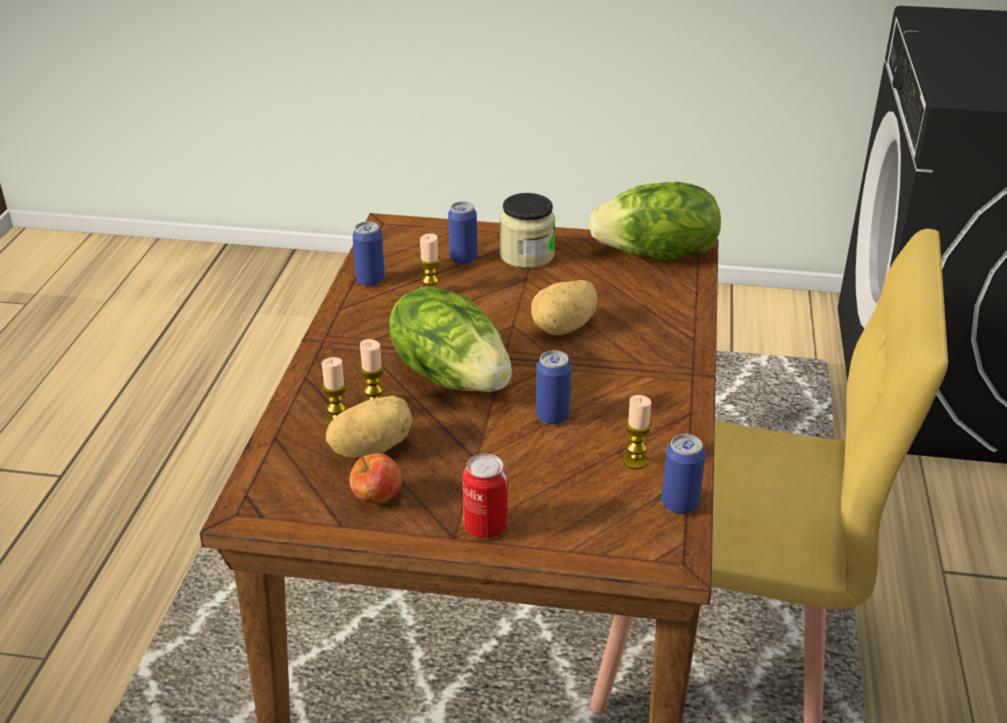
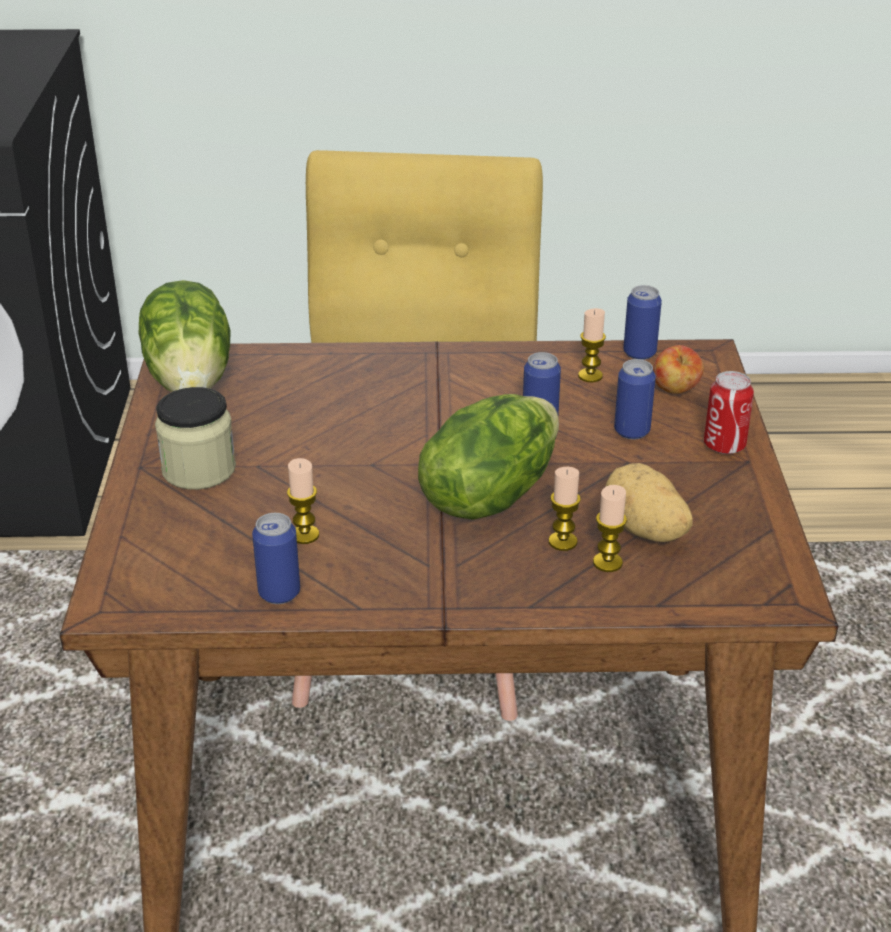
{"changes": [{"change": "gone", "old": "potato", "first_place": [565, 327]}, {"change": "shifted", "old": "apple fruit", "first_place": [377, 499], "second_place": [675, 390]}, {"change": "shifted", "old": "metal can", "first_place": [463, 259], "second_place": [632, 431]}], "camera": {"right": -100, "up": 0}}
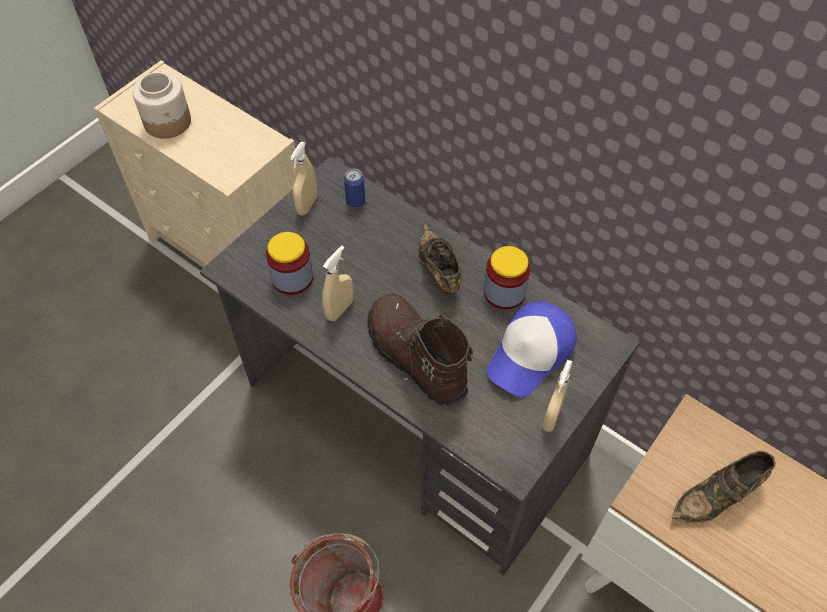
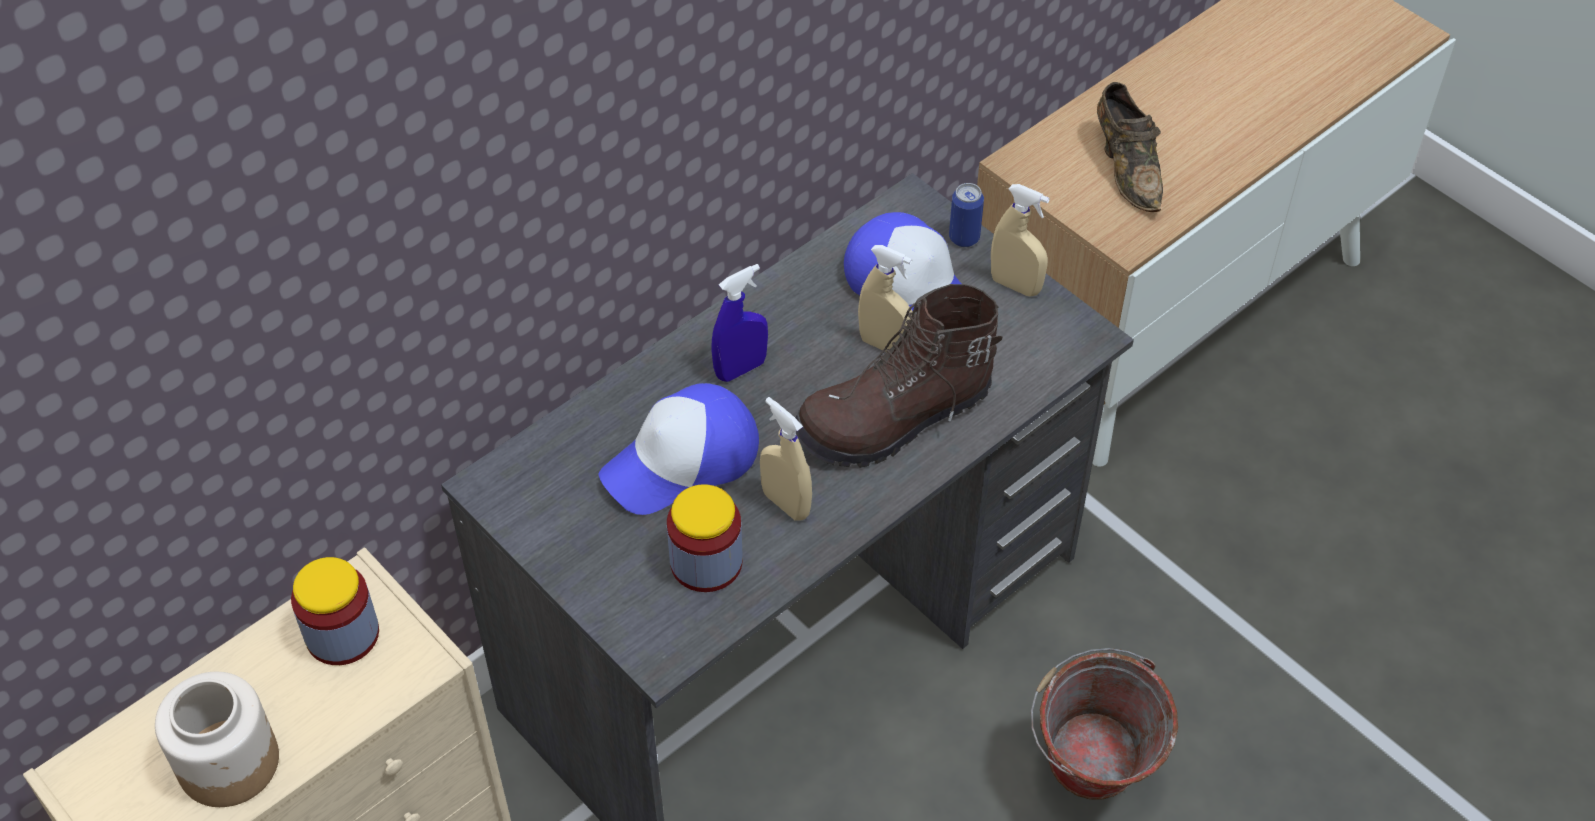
{"changes": [{"change": "new", "new": "peaked cap", "second_place": [682, 461]}, {"change": "shifted", "old": "beige sprayer", "first_place": [307, 205], "second_place": [885, 345]}, {"change": "shifted", "old": "metal can", "first_place": [355, 201], "second_place": [964, 238]}, {"change": "shifted", "old": "jar", "first_place": [504, 292], "second_place": [342, 634]}, {"change": "swapped", "old": "brownish shoe", "new": "bluish sprayer", "first_place": [438, 271], "second_place": [740, 369]}], "camera": {"right": -80, "up": -5}}
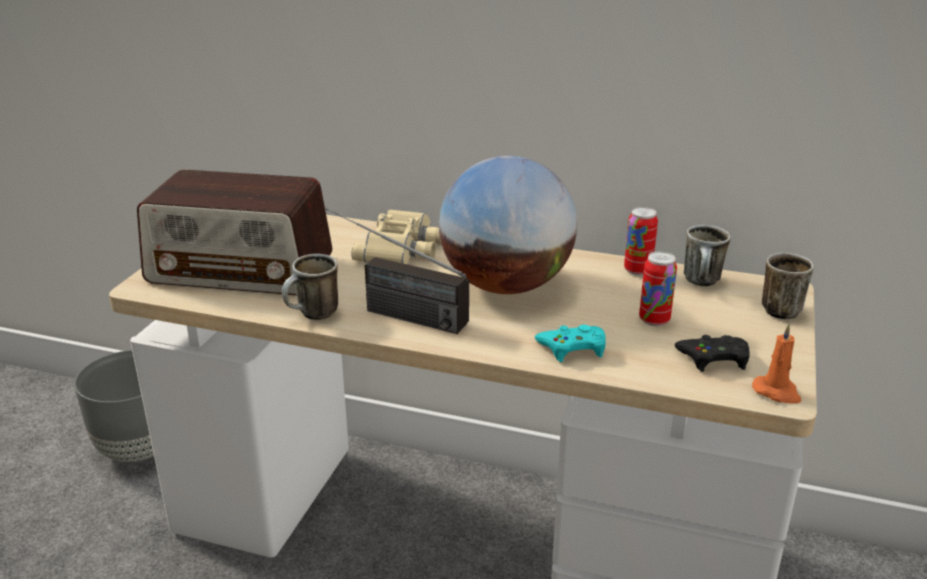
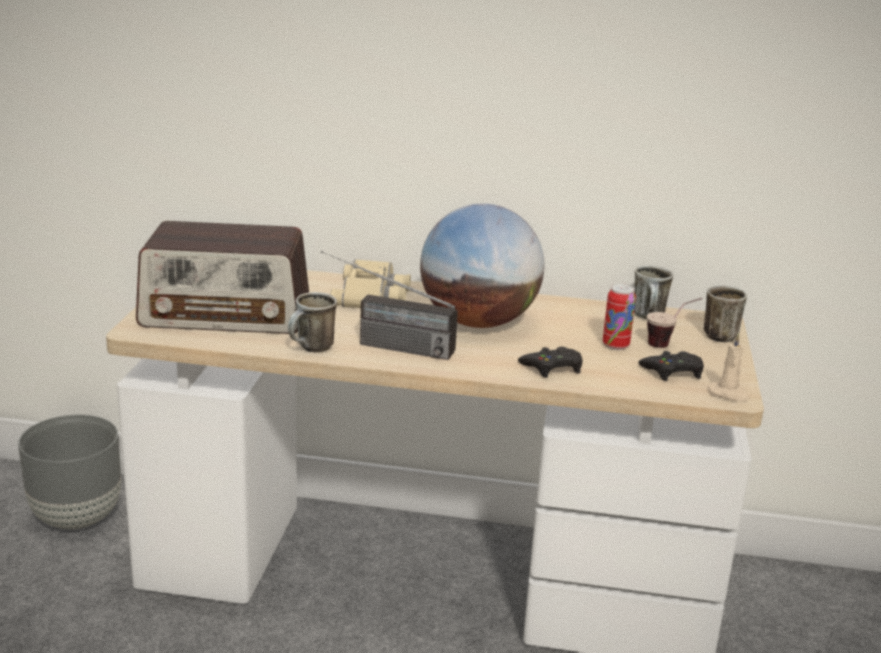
{"changes": [{"change": "gone", "old": "metal can", "first_place": [637, 270]}, {"change": "new", "new": "small cup", "second_place": [669, 344]}, {"change": "repainted", "old": "blue-green game controller", "new": "black game controller", "first_place": [573, 348], "second_place": [552, 368]}, {"change": "repainted", "old": "orange-coloured wax light", "new": "beige wax light", "first_place": [777, 392], "second_place": [729, 394]}], "camera": {"right": -10, "up": -5}}
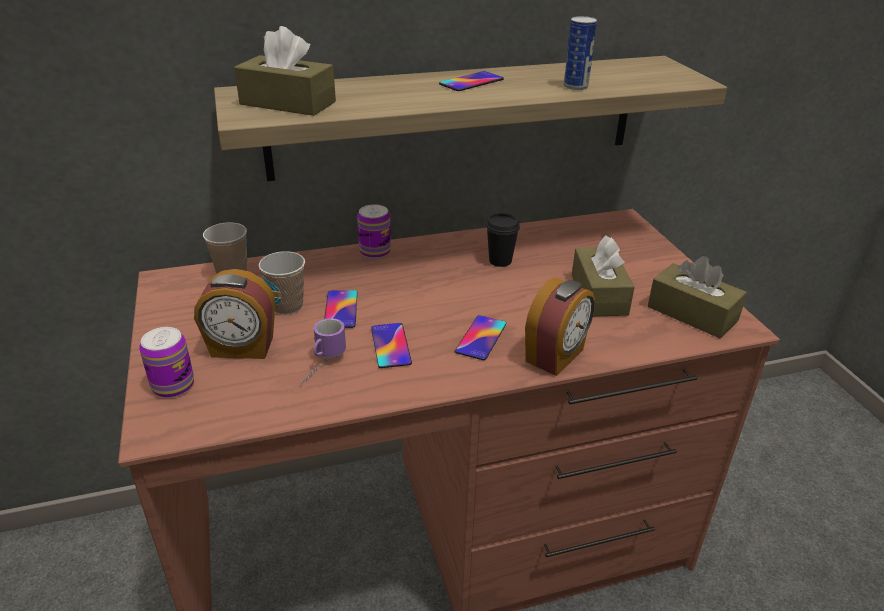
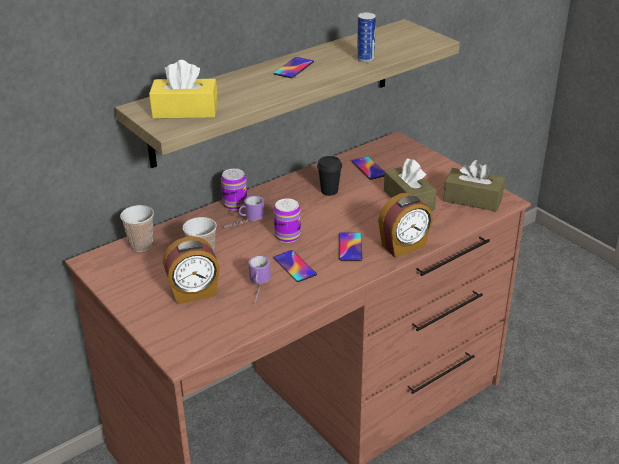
{"changes": [{"change": "new", "new": "mug", "second_place": [244, 223]}, {"change": "shifted", "old": "metal can", "first_place": [173, 385], "second_place": [287, 236]}, {"change": "shifted", "old": "telephone", "first_place": [341, 309], "second_place": [369, 168]}, {"change": "repainted", "old": "brownish box of tissues", "new": "yellowish box of tissues", "first_place": [288, 103], "second_place": [185, 111]}, {"change": "rotated", "old": "alarm clock", "first_place": [556, 356], "second_place": [404, 246], "degrees": 45}], "camera": {"right": -20, "up": 0}}
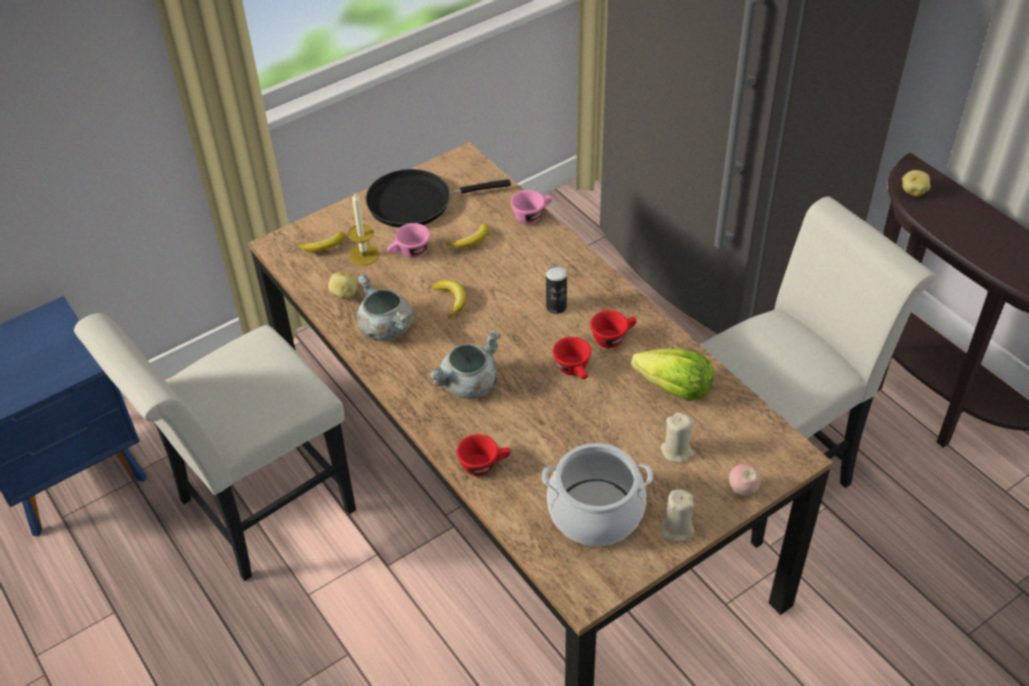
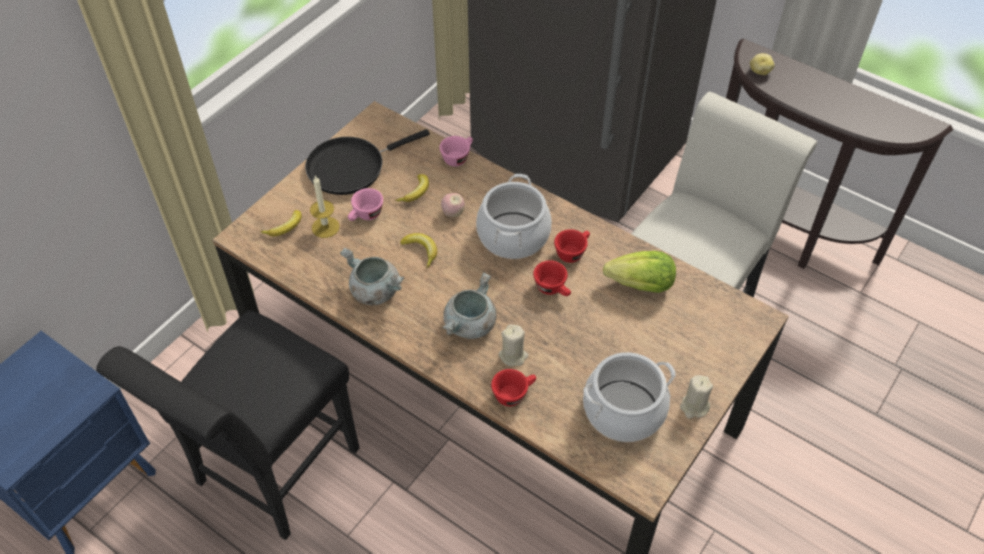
{"changes": [{"change": "gone", "old": "potato", "first_place": [344, 294]}, {"change": "shifted", "old": "beige wax light", "first_place": [677, 451], "second_place": [513, 355]}, {"change": "shifted", "old": "apple fruit", "first_place": [742, 490], "second_place": [453, 213]}, {"change": "swapped", "old": "metal can", "new": "stockpot", "first_place": [556, 307], "second_place": [513, 235]}, {"change": "repainted", "old": "white-coloured upright chair", "new": "black upright chair", "first_place": [255, 512], "second_place": [270, 474]}], "camera": {"right": -20, "up": 5}}
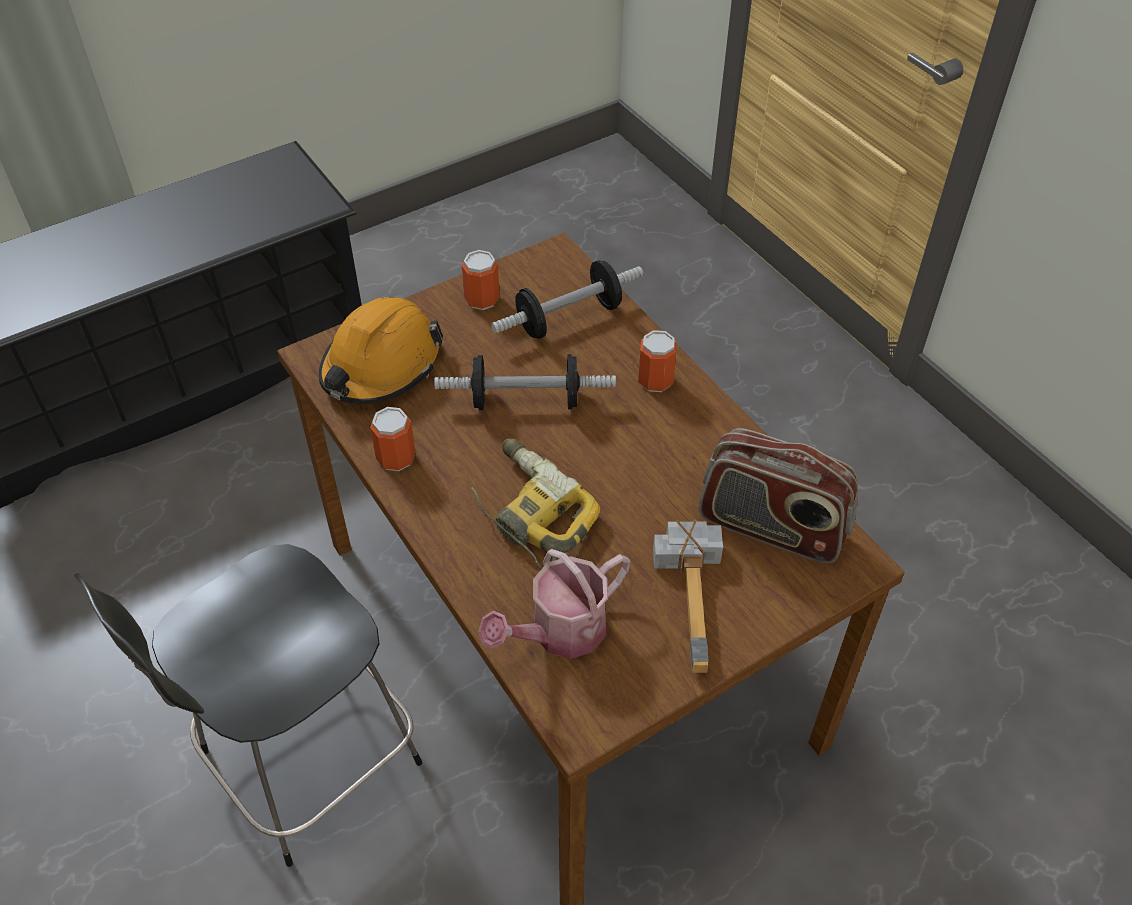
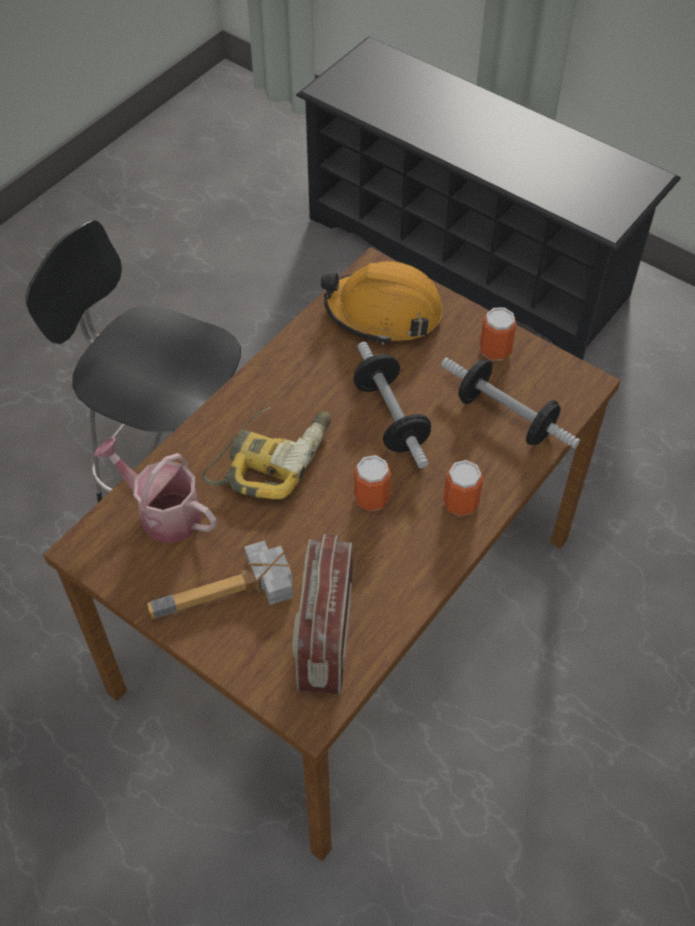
{"changes": [{"change": "shifted", "old": "metal can", "first_place": [396, 458], "second_place": [371, 498]}], "camera": {"right": 70, "up": 5}}
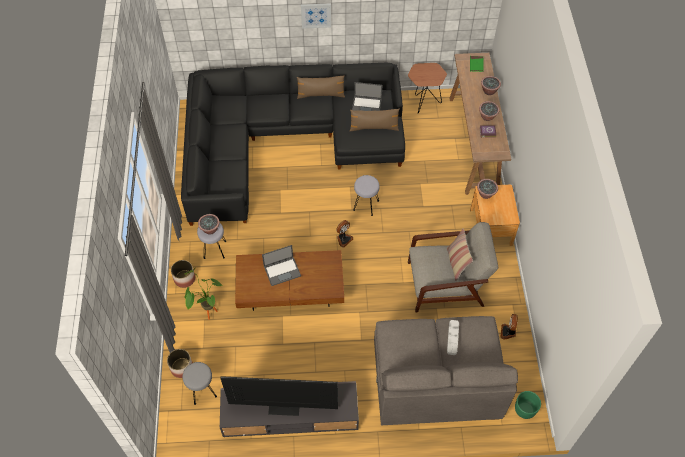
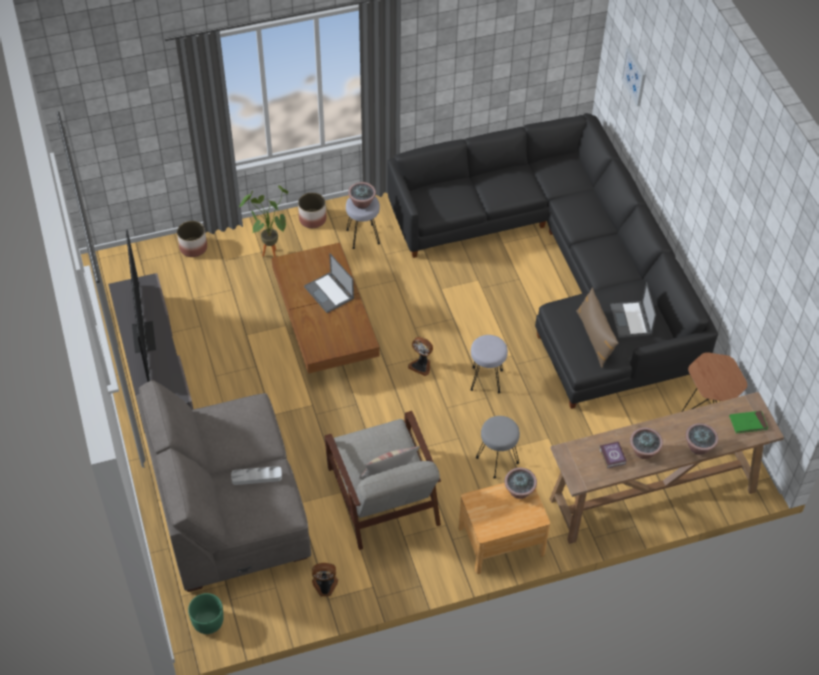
{"changes": [{"change": "gone", "old": "brownish pillow", "first_place": [321, 94]}, {"change": "shifted", "old": "grey stool", "first_place": [202, 390], "second_place": [497, 461]}, {"change": "shifted", "old": "wall art", "first_place": [316, 15], "second_place": [634, 76]}], "camera": {"right": 75, "up": -5}}
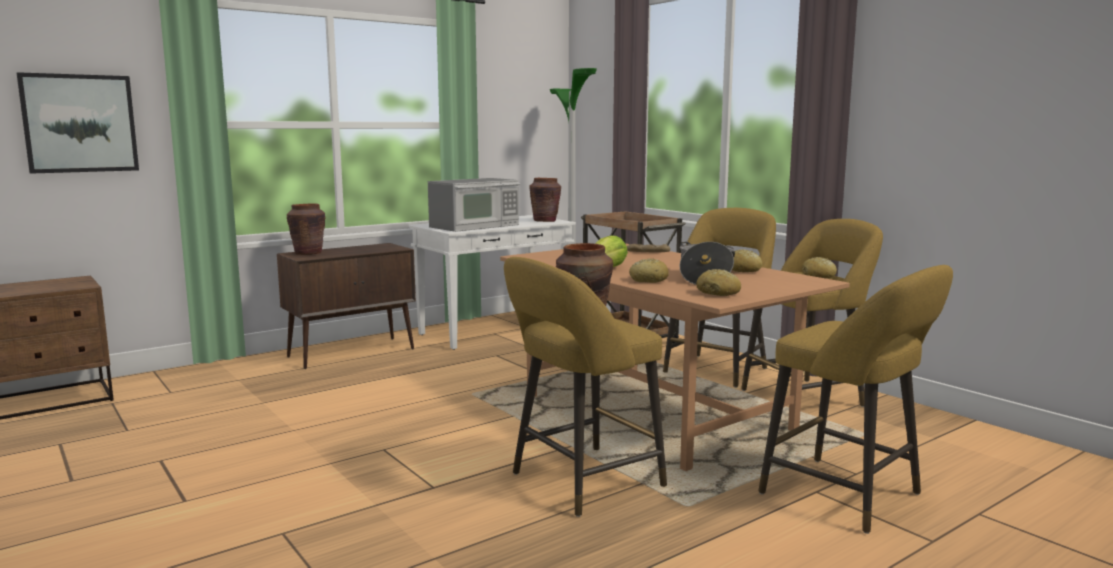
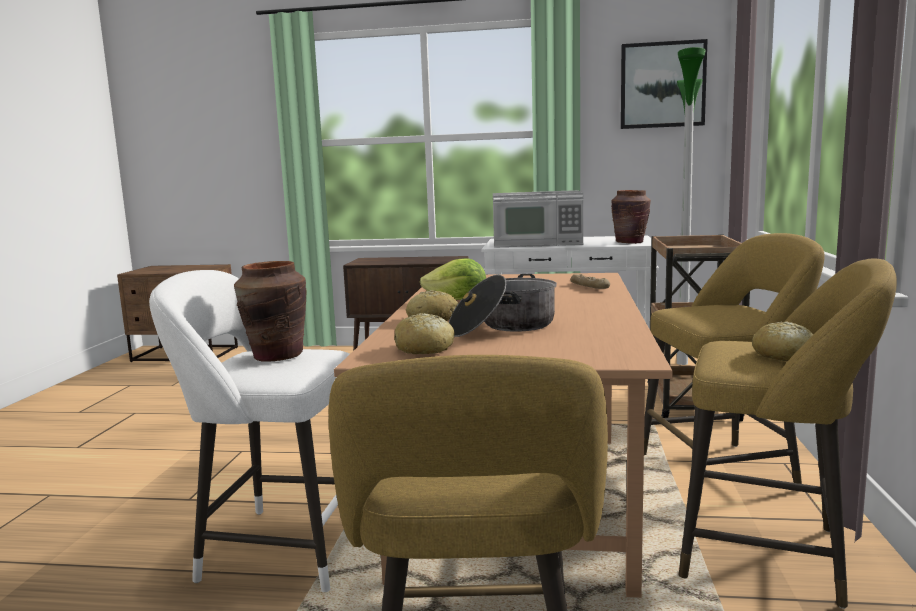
{"changes": [{"change": "gone", "old": "brownish vase", "first_place": [308, 253]}, {"change": "gone", "old": "bread", "first_place": [743, 270]}, {"change": "shifted", "old": "wall art", "first_place": [80, 123], "second_place": [662, 85]}, {"change": "repainted", "old": "yellowish stool", "new": "white-coloured stool", "first_place": [580, 482], "second_place": [278, 548]}], "camera": {"right": 45, "up": 0}}
